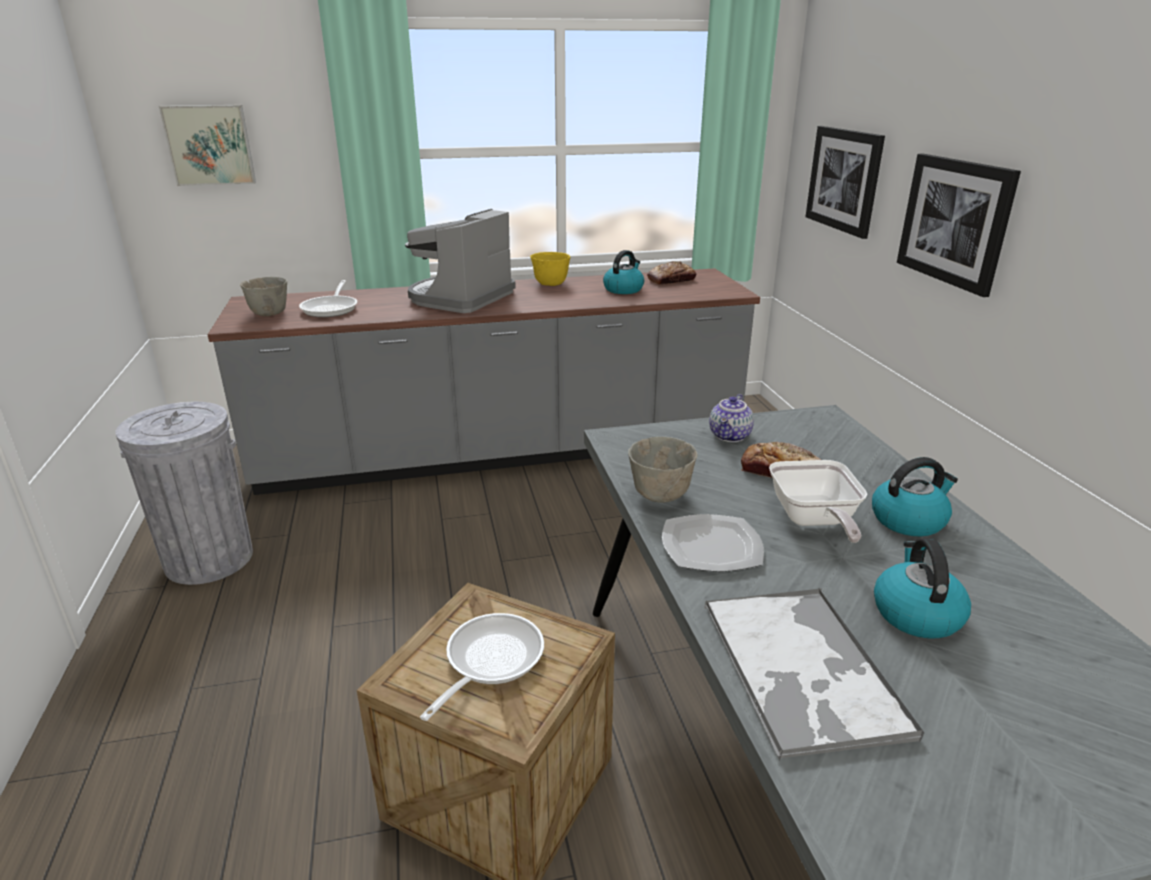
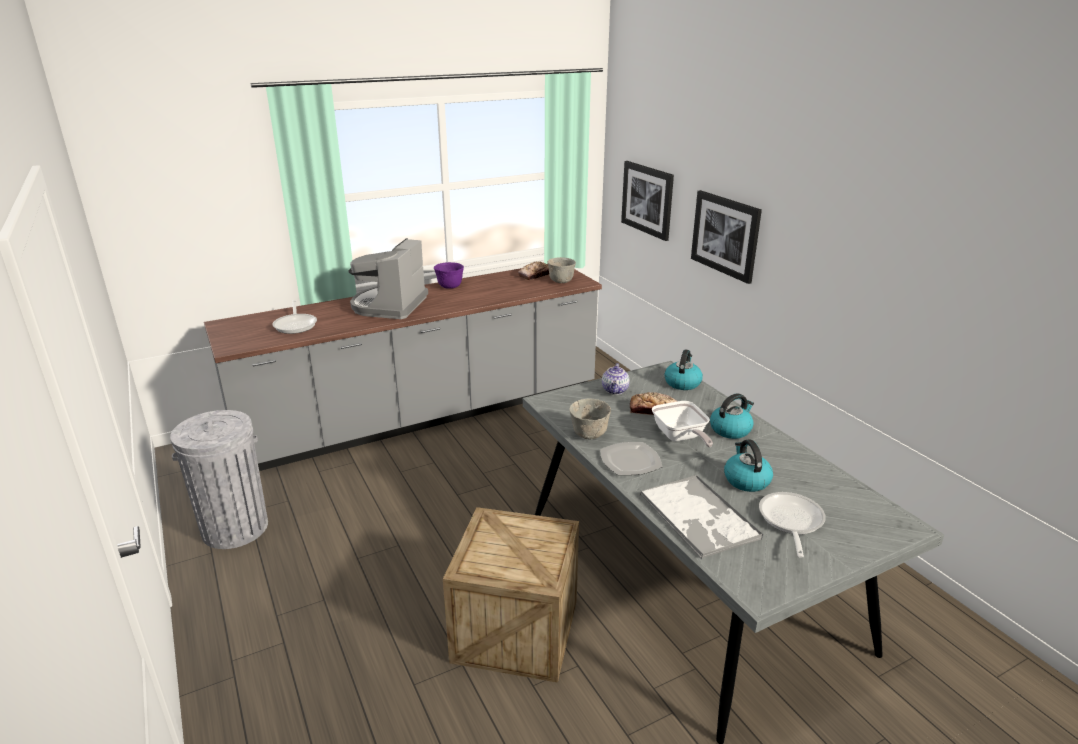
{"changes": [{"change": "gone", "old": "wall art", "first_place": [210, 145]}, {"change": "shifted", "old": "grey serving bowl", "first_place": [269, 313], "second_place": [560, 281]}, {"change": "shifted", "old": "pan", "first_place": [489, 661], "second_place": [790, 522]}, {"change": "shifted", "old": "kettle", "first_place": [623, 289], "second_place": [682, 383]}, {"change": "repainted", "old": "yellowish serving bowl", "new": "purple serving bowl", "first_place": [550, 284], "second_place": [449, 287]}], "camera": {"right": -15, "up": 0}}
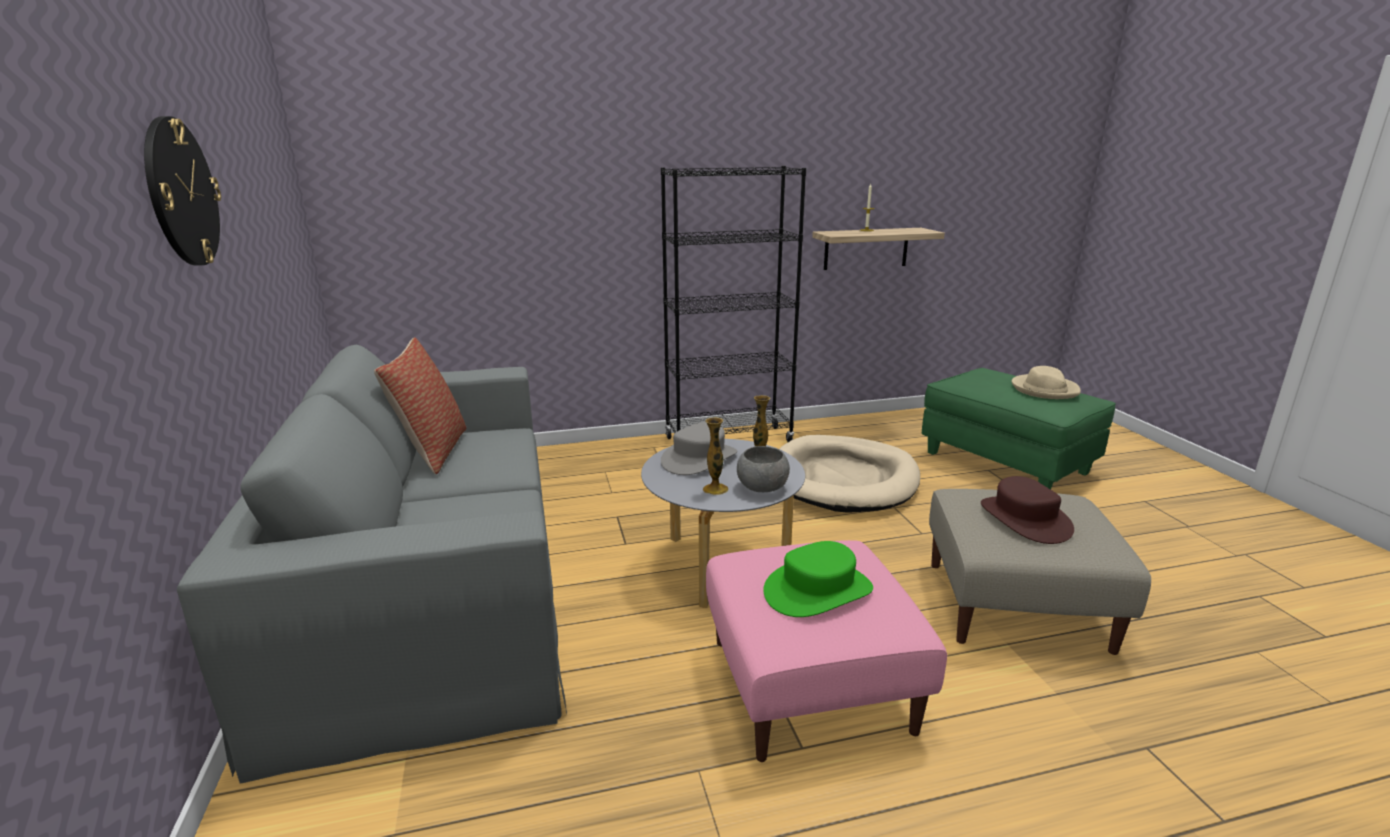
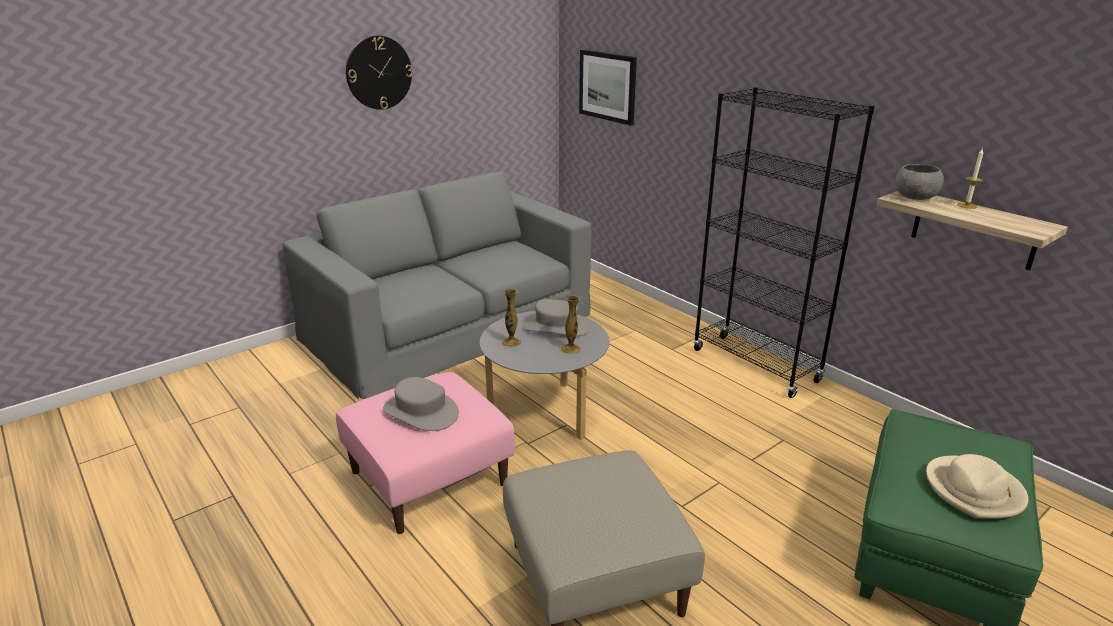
{"changes": [{"change": "gone", "old": "pillow", "first_place": [432, 451]}, {"change": "gone", "old": "beige dog bed", "first_place": [843, 479]}, {"change": "gone", "old": "brownish clothing hat", "first_place": [1024, 519]}, {"change": "new", "new": "wall art", "second_place": [607, 86]}, {"change": "shifted", "old": "grey serving bowl", "first_place": [762, 487], "second_place": [915, 197]}, {"change": "repainted", "old": "green-coloured clothing hat", "new": "grey clothing hat", "first_place": [817, 590], "second_place": [421, 412]}], "camera": {"right": 65, "up": 5}}
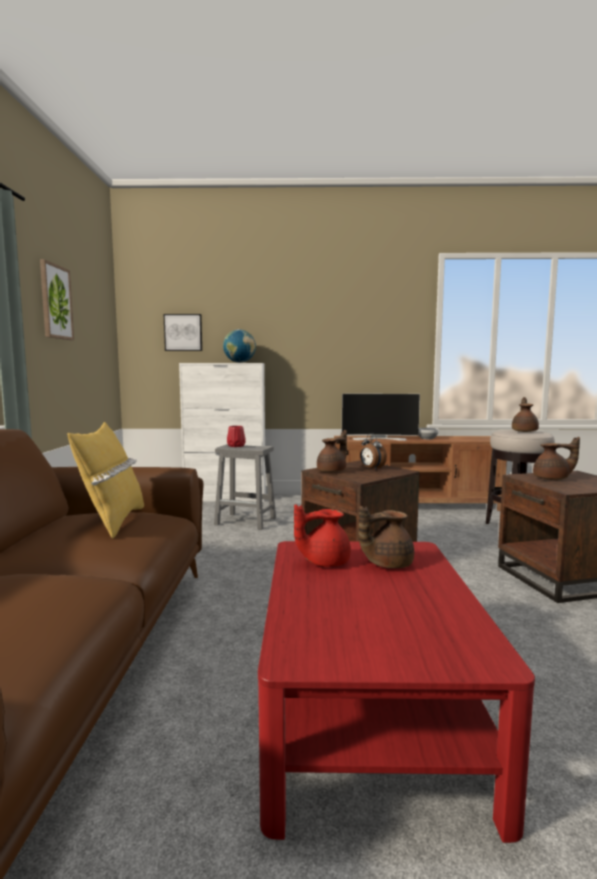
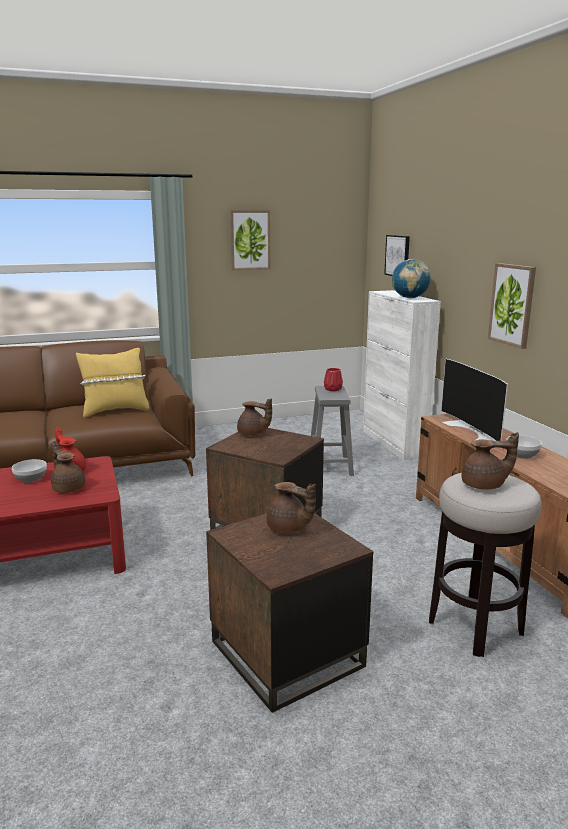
{"changes": [{"change": "gone", "old": "alarm clock", "first_place": [371, 469]}, {"change": "new", "new": "serving bowl", "second_place": [31, 479]}, {"change": "new", "new": "wall art", "second_place": [512, 305]}, {"change": "rotated", "old": "brownish teapot", "first_place": [552, 479], "second_place": [289, 529], "degrees": -45}], "camera": {"right": 70, "up": 10}}
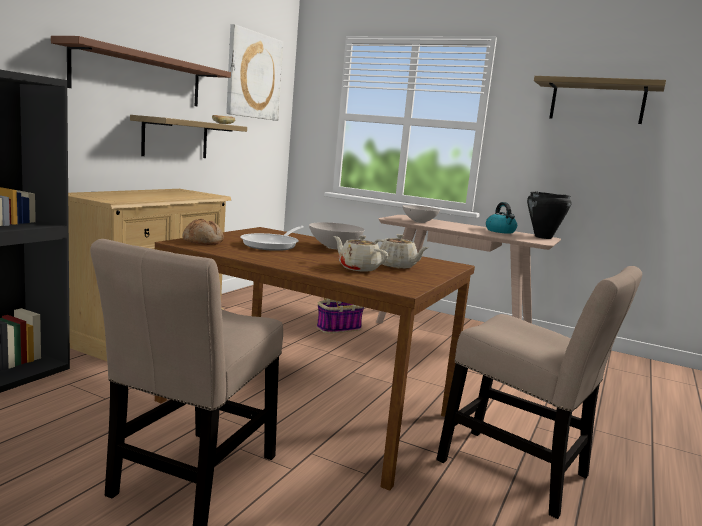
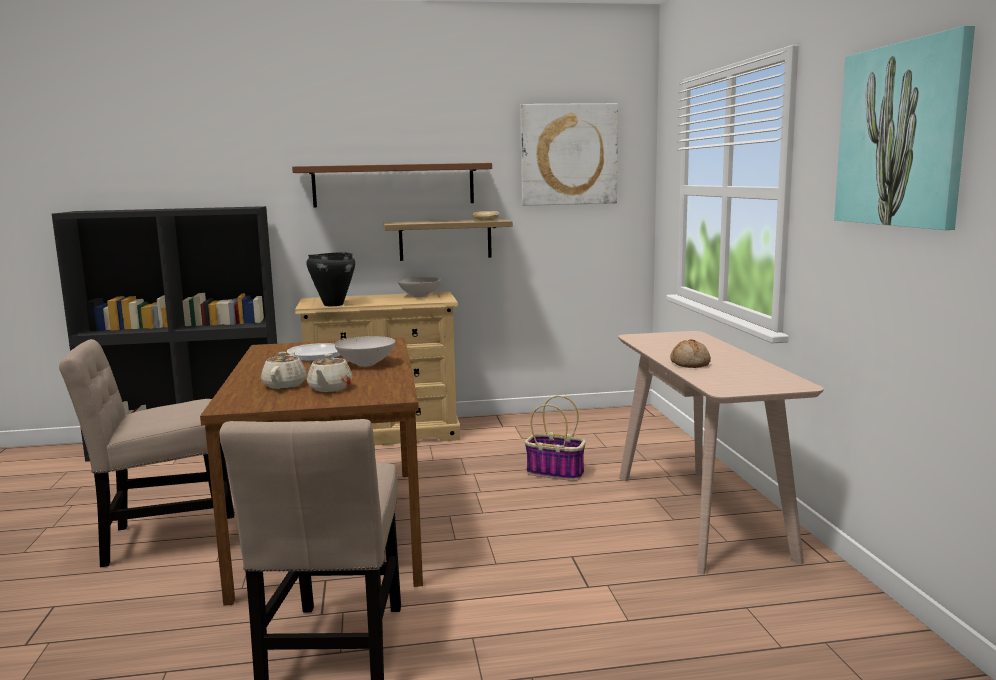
{"changes": [{"change": "gone", "old": "kettle", "first_place": [500, 231]}, {"change": "shifted", "old": "bread", "first_place": [203, 241], "second_place": [690, 363]}, {"change": "shifted", "old": "white-coloured serving bowl", "first_place": [420, 222], "second_place": [420, 296]}, {"change": "shifted", "old": "black stockpot", "first_place": [543, 237], "second_place": [333, 305]}, {"change": "swapped", "old": "bracket shelf", "new": "wall art", "first_place": [597, 102], "second_place": [900, 135]}], "camera": {"right": 55, "up": 0}}
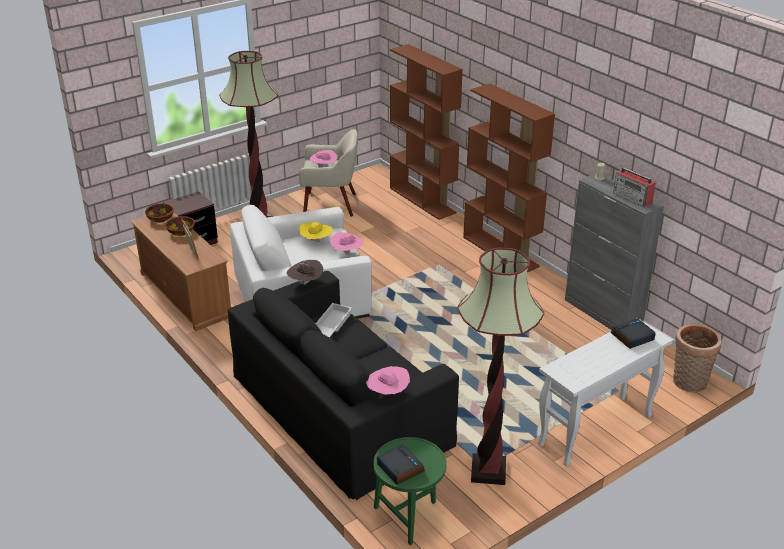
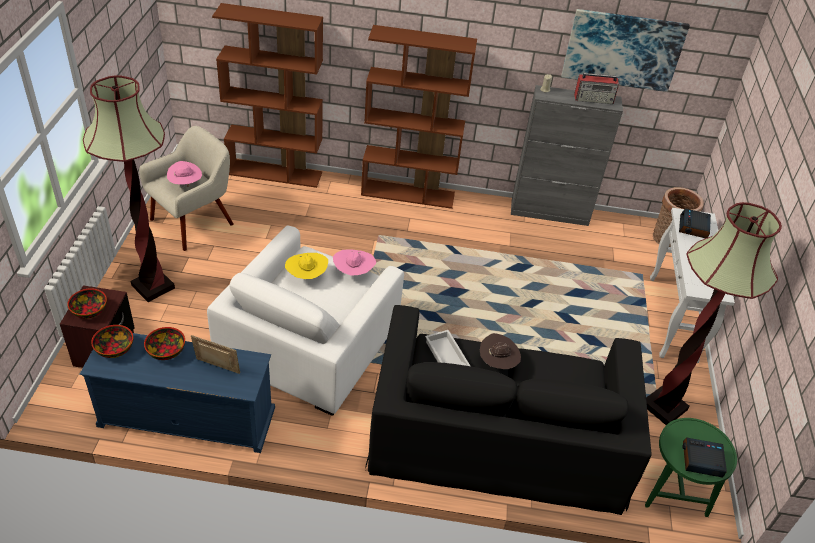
{"changes": [{"change": "gone", "old": "pink-coloured clothing hat", "first_place": [387, 393]}, {"change": "new", "new": "serving bowl", "second_place": [90, 310]}, {"change": "new", "new": "wall art", "second_place": [623, 50]}, {"change": "shifted", "old": "brownish clothing hat", "first_place": [306, 283], "second_place": [497, 363]}, {"change": "repainted", "old": "brownish tv stand", "new": "bluish tv stand", "first_place": [185, 294], "second_place": [186, 417]}], "camera": {"right": -50, "up": 10}}
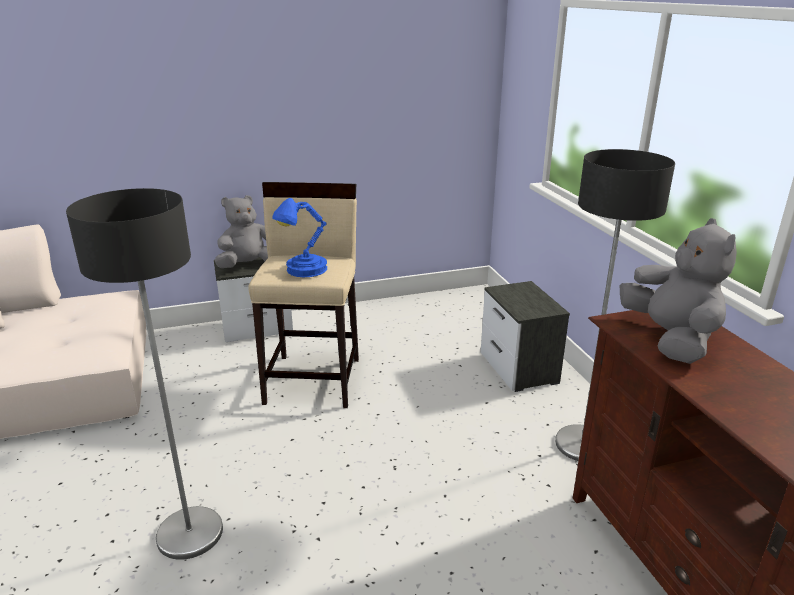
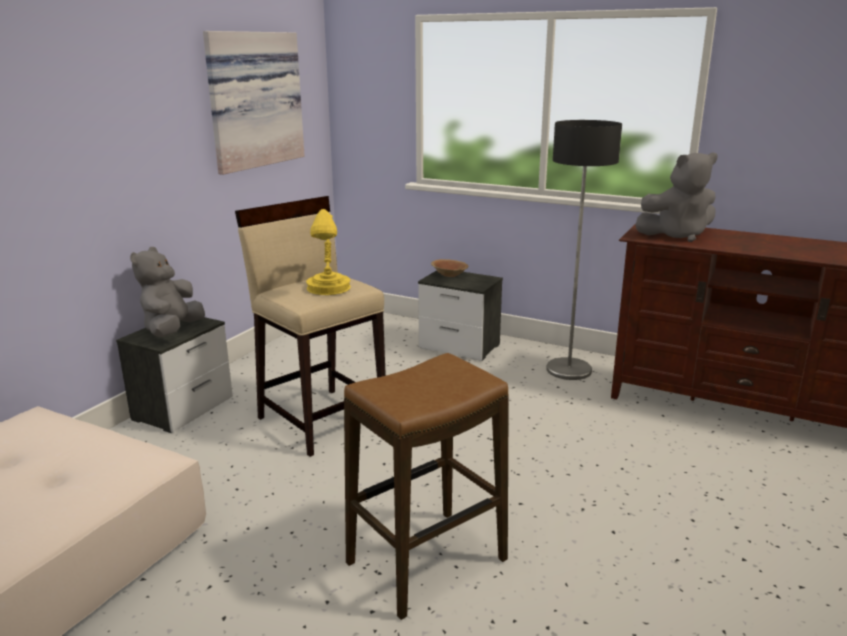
{"changes": [{"change": "new", "new": "wall art", "second_place": [252, 100]}, {"change": "new", "new": "brownish serving bowl", "second_place": [449, 275]}, {"change": "swapped", "old": "standing lamp", "new": "stool", "first_place": [190, 533], "second_place": [427, 561]}, {"change": "repainted", "old": "bluish lamp for a table", "new": "yellowish lamp for a table", "first_place": [304, 270], "second_place": [328, 289]}, {"change": "rotated", "old": "grey plush toy", "first_place": [670, 339], "second_place": [676, 235], "degrees": 135}], "camera": {"right": -45, "up": -5}}
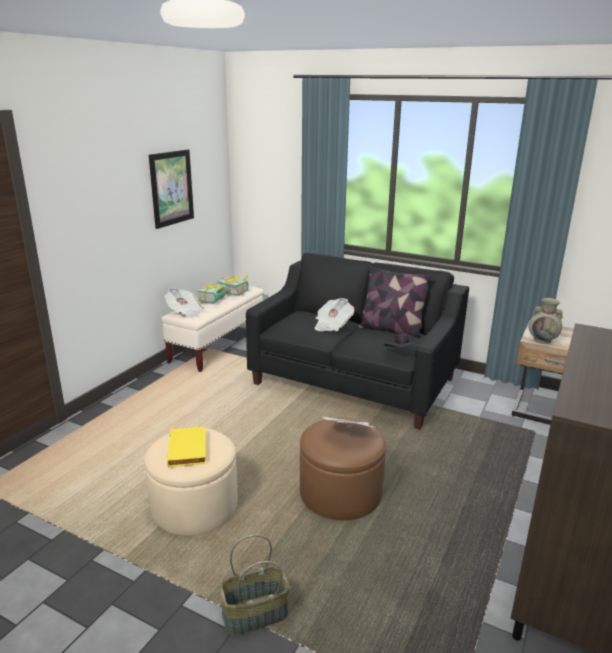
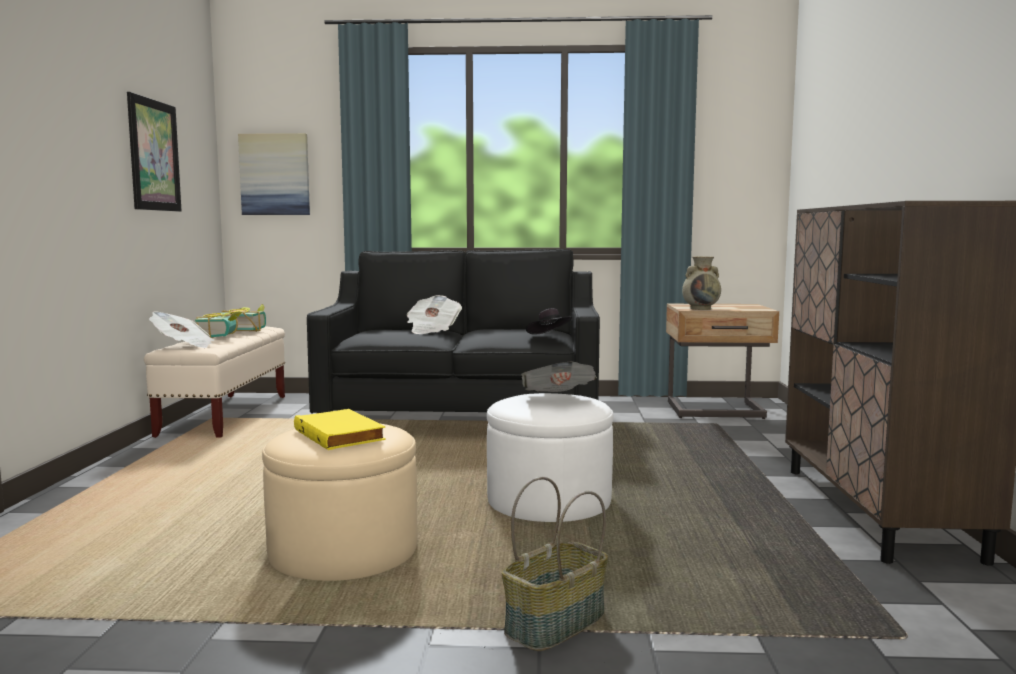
{"changes": [{"change": "gone", "old": "pillow", "first_place": [391, 330]}, {"change": "new", "new": "wall art", "second_place": [275, 174]}, {"change": "repainted", "old": "brownish pouffe", "new": "white-coloured pouffe", "first_place": [341, 492], "second_place": [549, 500]}], "camera": {"right": -25, "up": -15}}
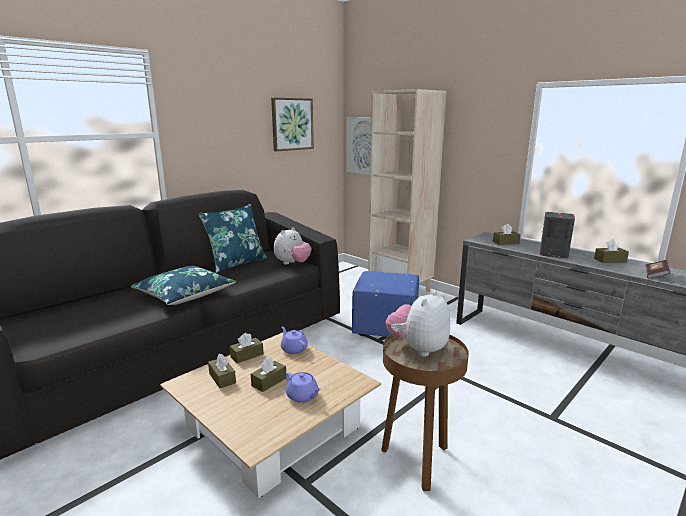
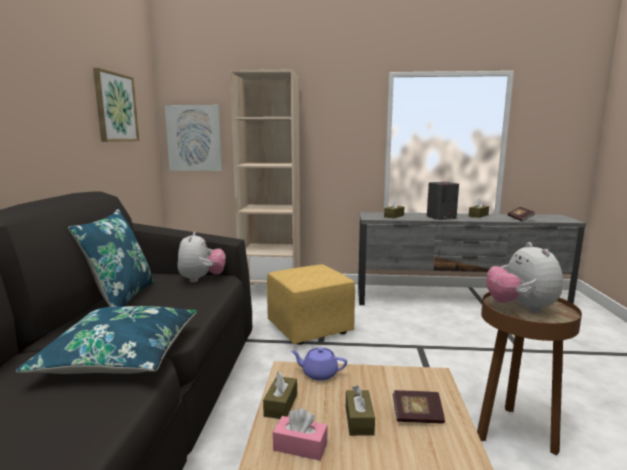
{"changes": [{"change": "swapped", "old": "purple teapot", "new": "volume", "first_place": [303, 396], "second_place": [417, 416]}, {"change": "repainted", "old": "brownish box of tissues", "new": "pink-coloured box of tissues", "first_place": [222, 378], "second_place": [300, 446]}, {"change": "repainted", "old": "bluish pouffe", "new": "yellowish pouffe", "first_place": [385, 328], "second_place": [309, 329]}], "camera": {"right": -40, "up": -5}}
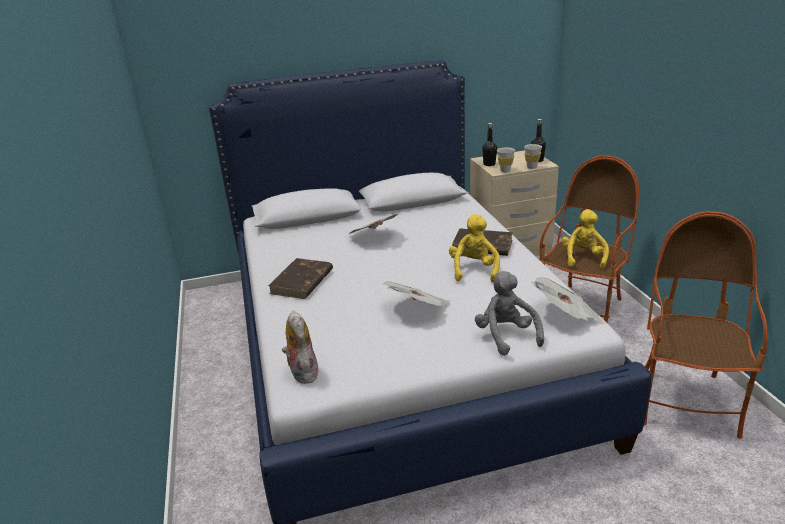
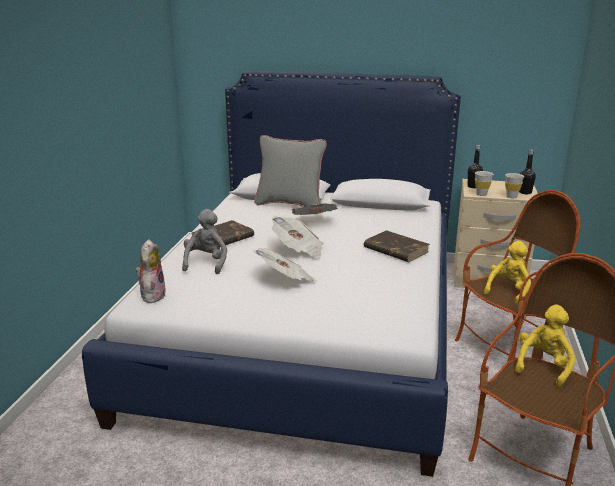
{"changes": [{"change": "new", "new": "grey pillow", "second_place": [290, 204]}, {"change": "shifted", "old": "yellowish plush toy", "first_place": [474, 270], "second_place": [543, 366]}, {"change": "shifted", "old": "grey plush toy", "first_place": [506, 336], "second_place": [206, 263]}, {"change": "shifted", "old": "newspaper", "first_place": [566, 315], "second_place": [298, 250]}], "camera": {"right": 25, "up": -5}}
